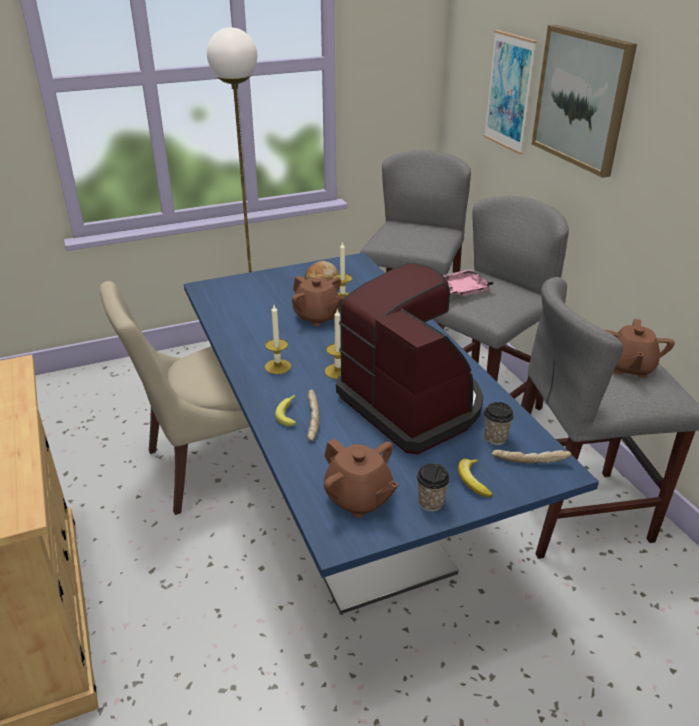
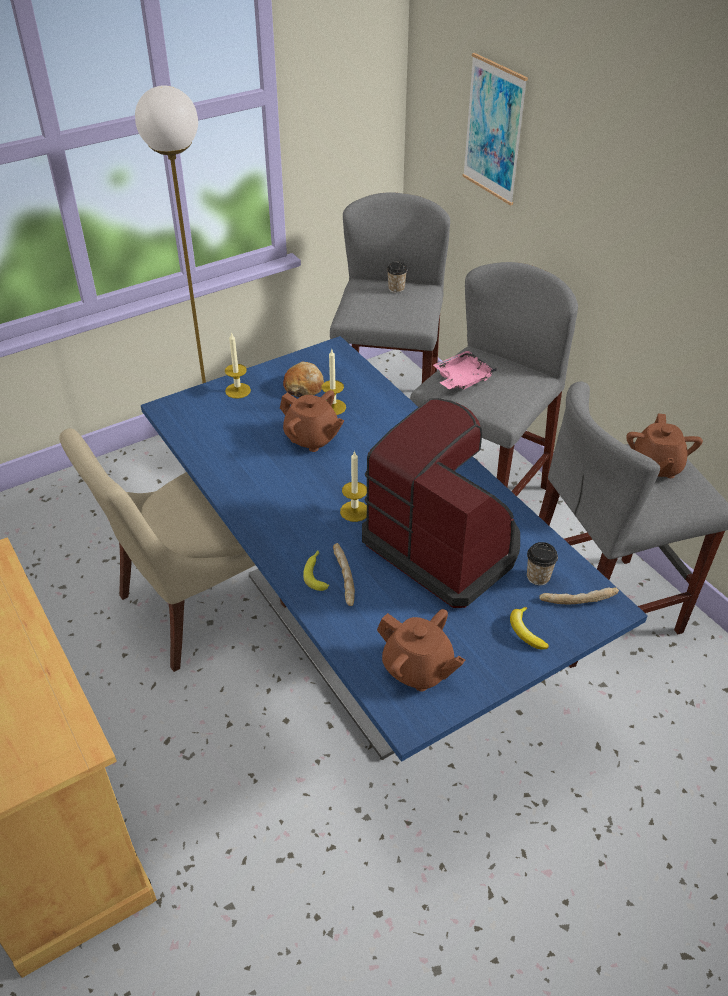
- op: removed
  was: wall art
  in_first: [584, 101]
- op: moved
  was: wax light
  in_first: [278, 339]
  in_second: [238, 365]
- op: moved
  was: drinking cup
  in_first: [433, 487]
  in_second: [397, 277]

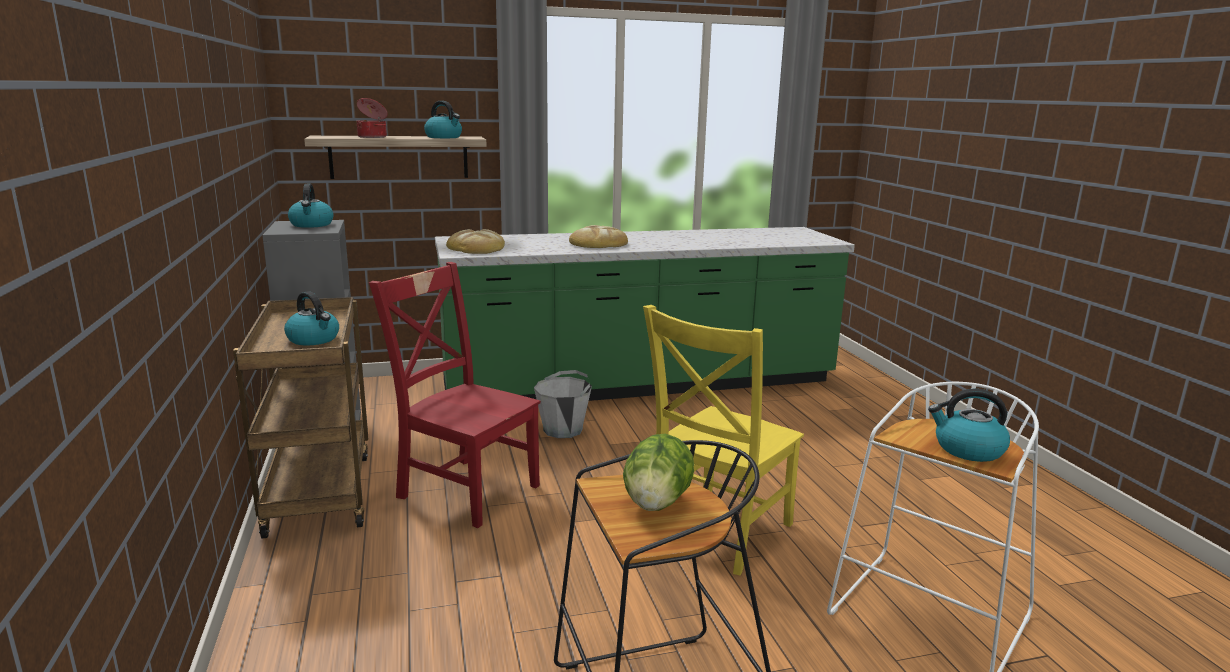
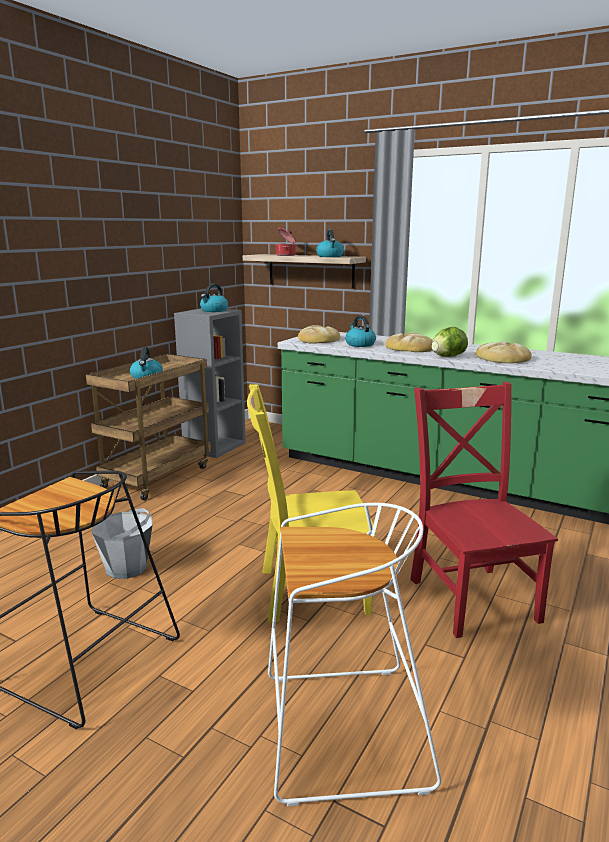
- op: added
  now: baked bread
  in_second: [503, 352]
- op: moved
  was: upright chair (red-coloured)
  in_first: [455, 395]
  in_second: [484, 510]
- op: moved
  was: pail (gray)
  in_first: [563, 404]
  in_second: [122, 543]
- op: moved
  was: head of lettuce
  in_first: [658, 472]
  in_second: [450, 342]
- op: moved
  was: water kettle
  in_first: [969, 425]
  in_second: [360, 331]

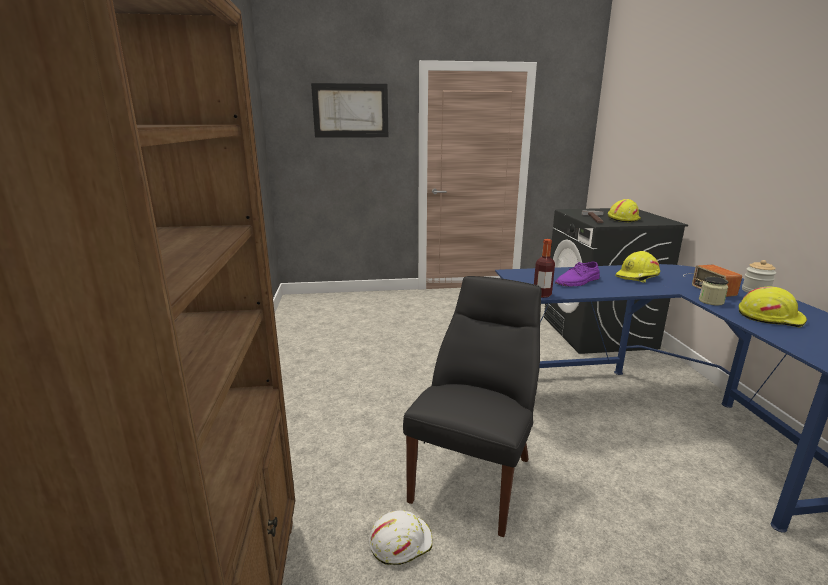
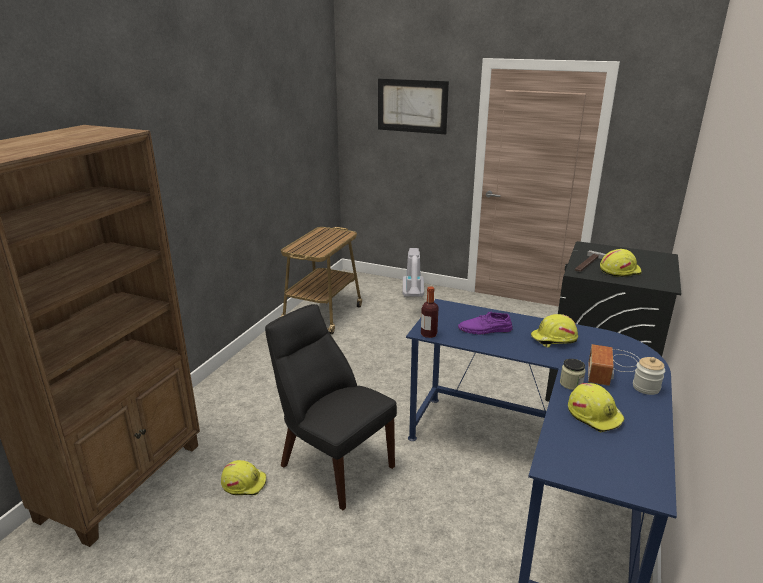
- op: added
  now: cart
  in_second: [321, 280]
- op: added
  now: vacuum
  in_second: [413, 272]
- op: recoloured
  was: hard hat (white)
  now: hard hat (yellow-coloured)
  in_first: [400, 537]
  in_second: [243, 477]
- op: turned
  was: upright chair (black)
  in_first: [472, 406]
  in_second: [331, 407]
  clockwise: -105

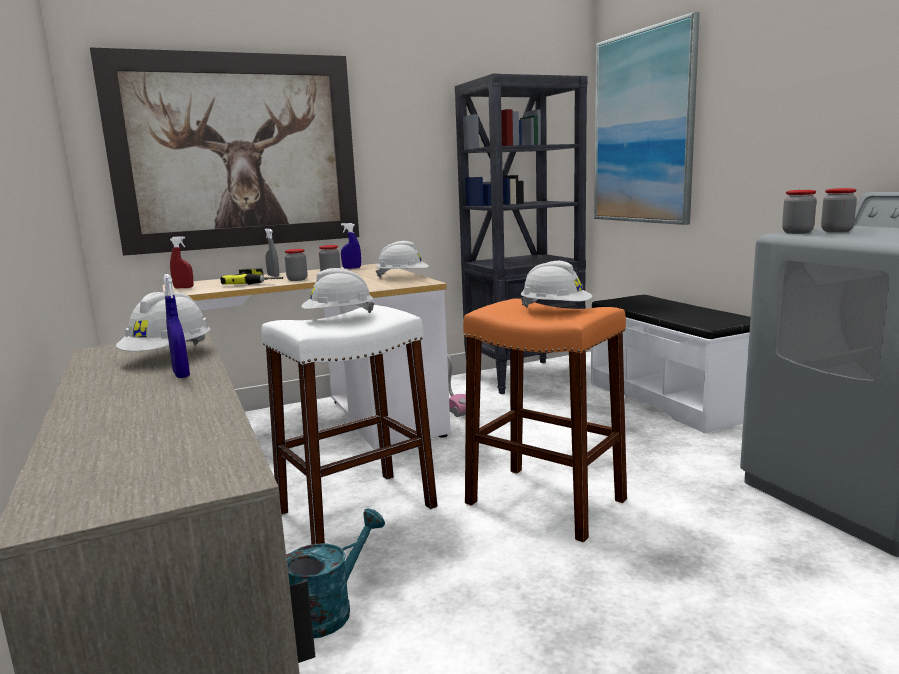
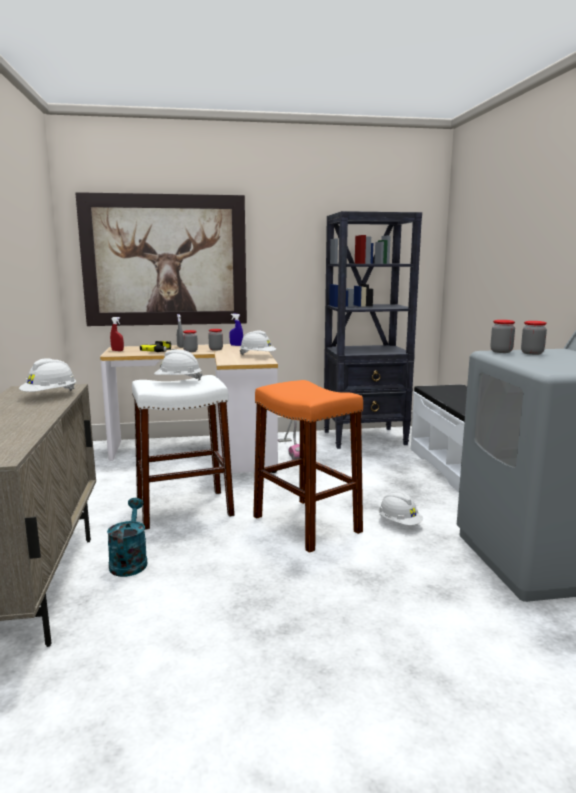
- op: removed
  was: sprayer (blue)
  in_first: [176, 326]
- op: removed
  was: wall art
  in_first: [647, 118]
- op: moved
  was: hard hat (white)
  in_first: [556, 284]
  in_second: [400, 508]
- op: turned
  was: sprinkling can (blue-green)
  in_first: [335, 573]
  in_second: [127, 537]
  clockwise: -60

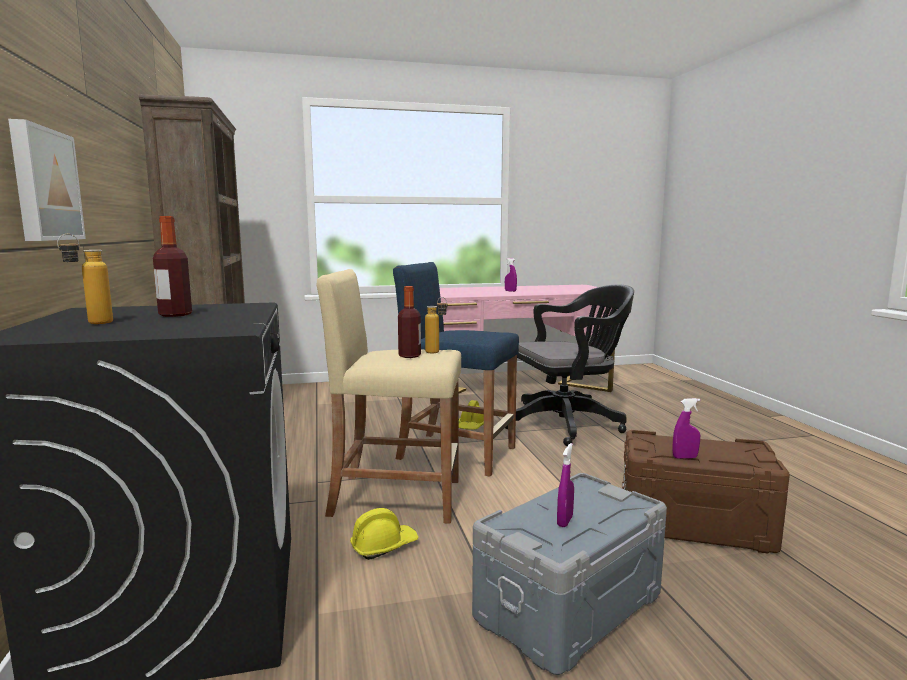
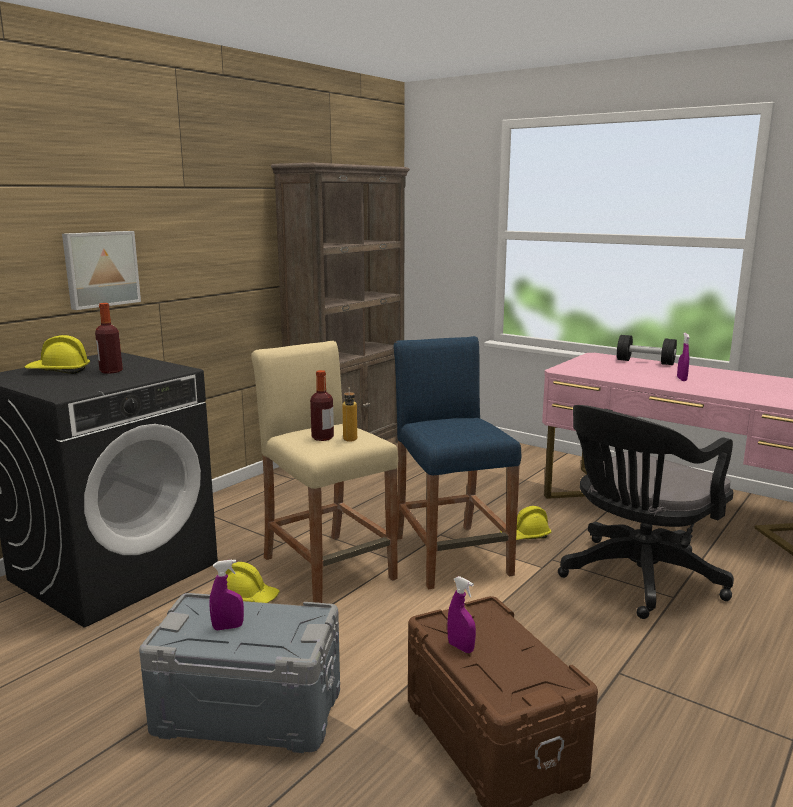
- op: added
  now: dumbbell (black)
  in_second: [647, 350]
- op: replaced
  was: drink bottle
  now: hard hat (yellow-coloured)
  in_first: [85, 279]
  in_second: [57, 354]
- op: turned
  was: desk chair (black)
  in_first: [569, 365]
  in_second: [646, 512]
  clockwise: 105

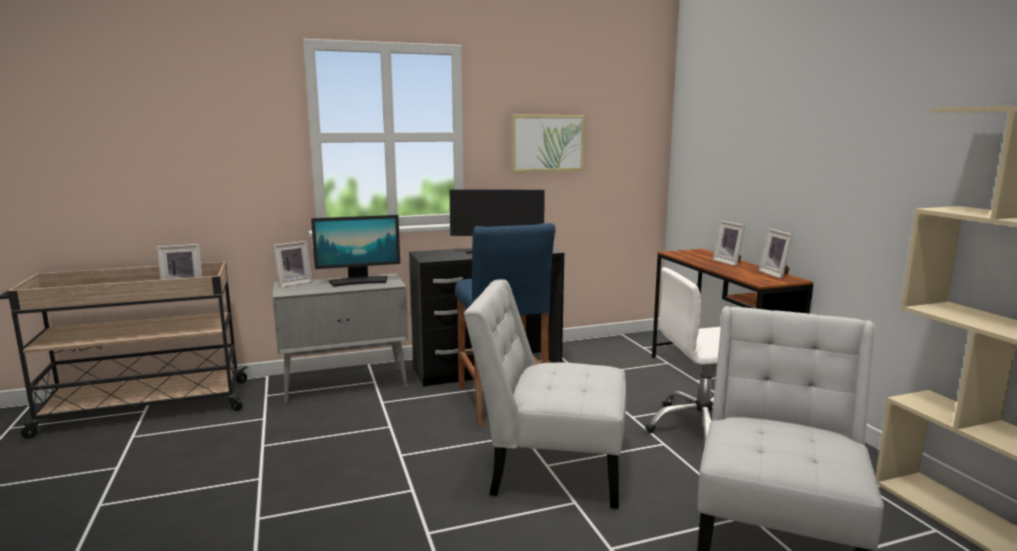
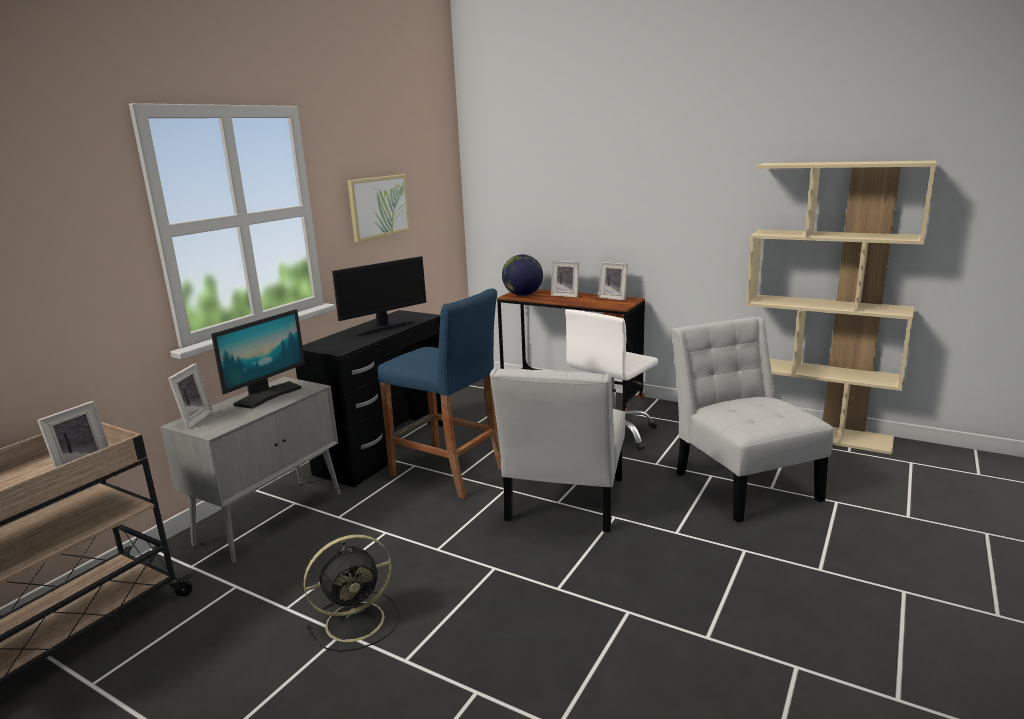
- op: added
  now: fan (black)
  in_second: [351, 593]
- op: added
  now: globe
  in_second: [522, 275]
- op: turned
  was: upright chair (white)
  in_first: [545, 394]
  in_second: [557, 450]
  clockwise: -45

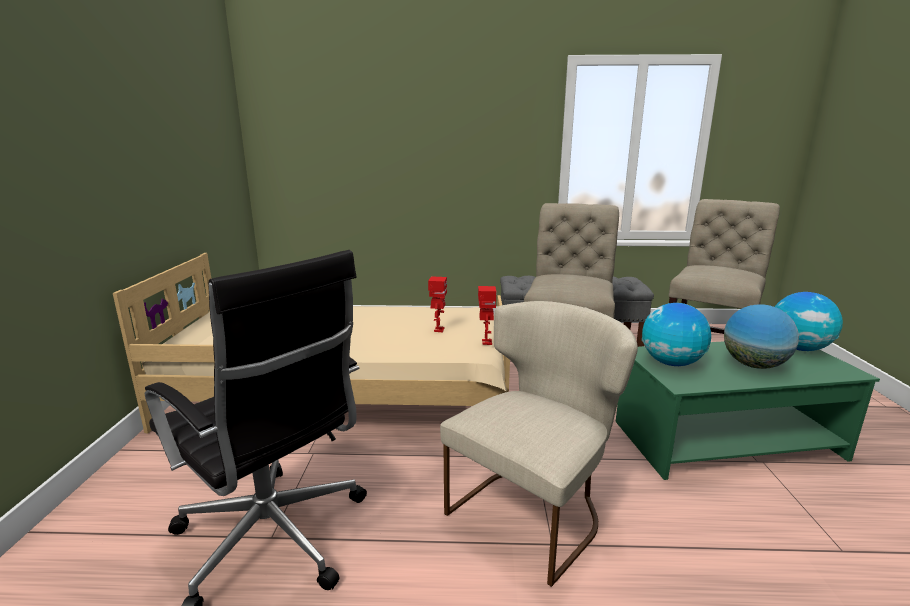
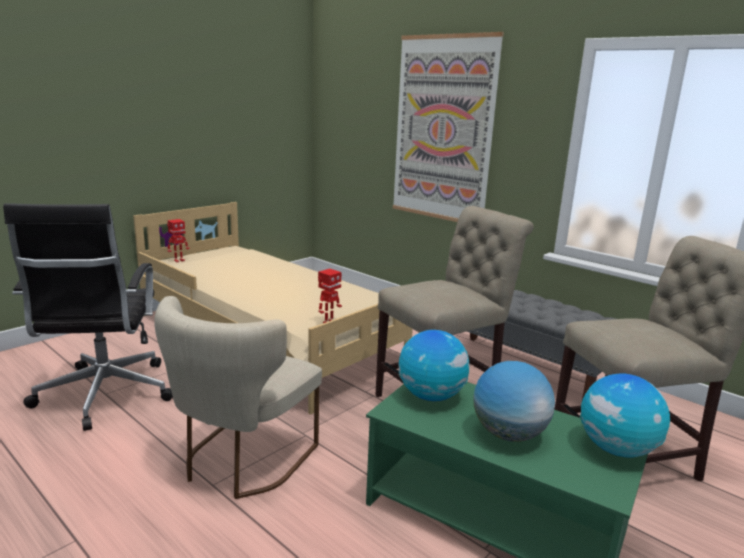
- op: added
  now: wall art
  in_second: [448, 127]
- op: moved
  was: robot figure
  in_first: [437, 304]
  in_second: [178, 240]
- op: turned
  was: upright chair (beige)
  in_first: [539, 444]
  in_second: [238, 397]
  clockwise: 120

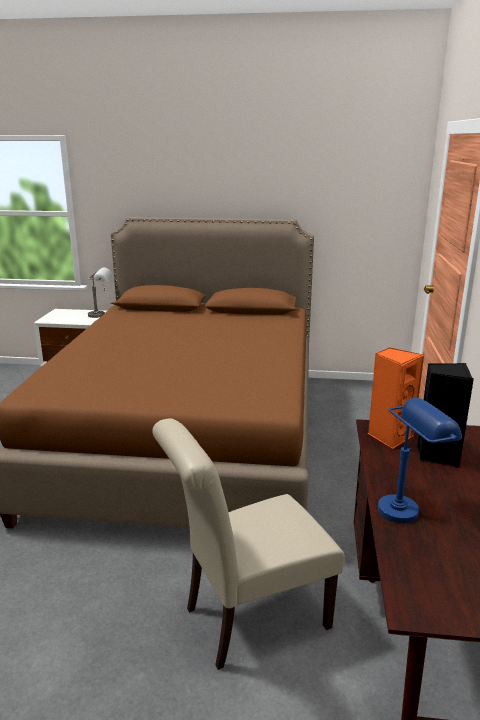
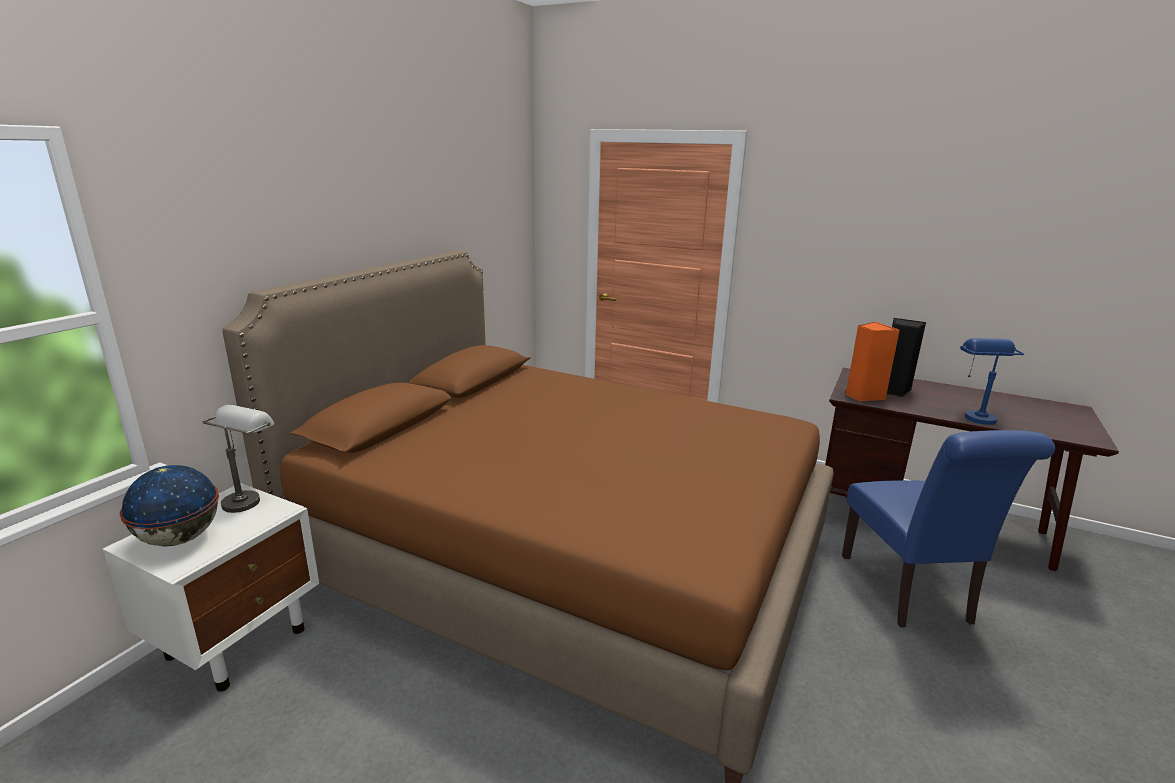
- op: added
  now: globe
  in_second: [169, 506]
- op: recoloured
  was: upright chair (beige)
  now: upright chair (blue)
  in_first: [248, 544]
  in_second: [948, 529]

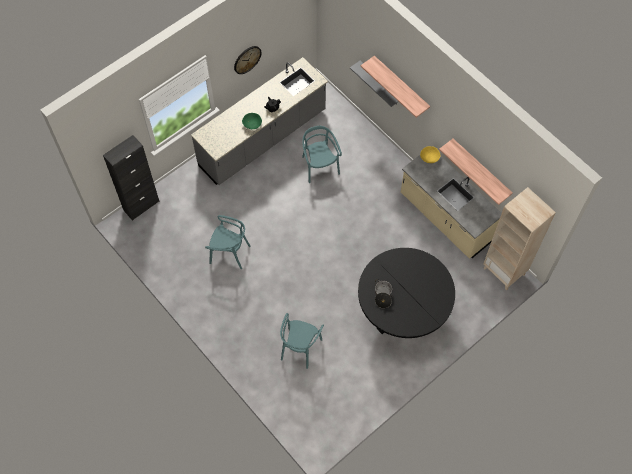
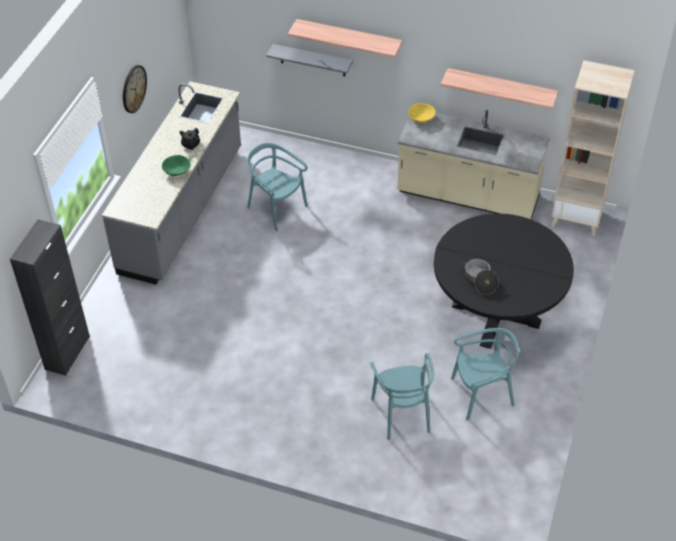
- op: moved
  was: upright chair (blue-green)
  in_first: [228, 242]
  in_second: [485, 374]

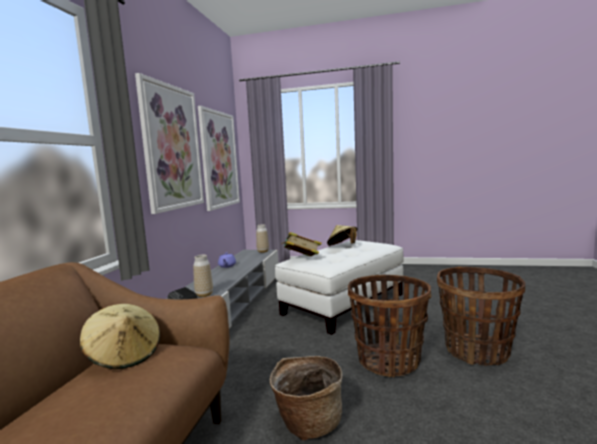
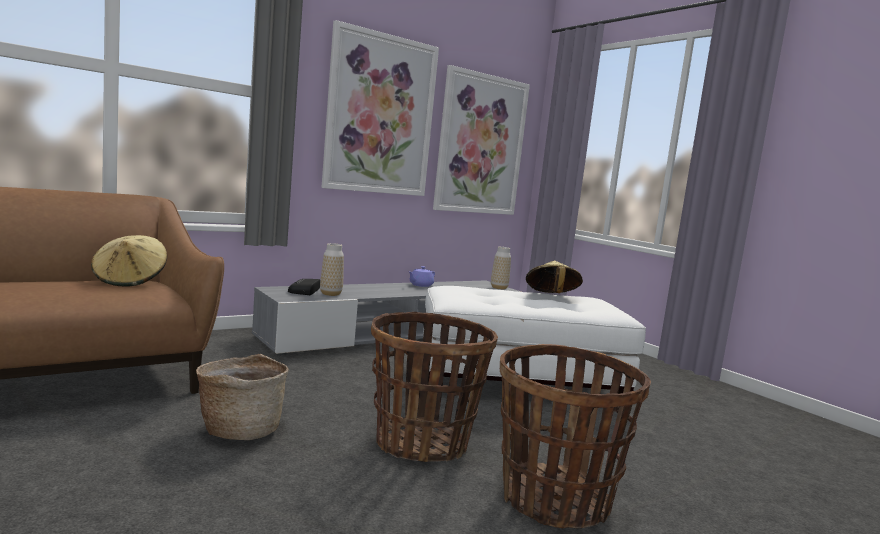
- op: removed
  was: book
  in_first: [302, 244]

